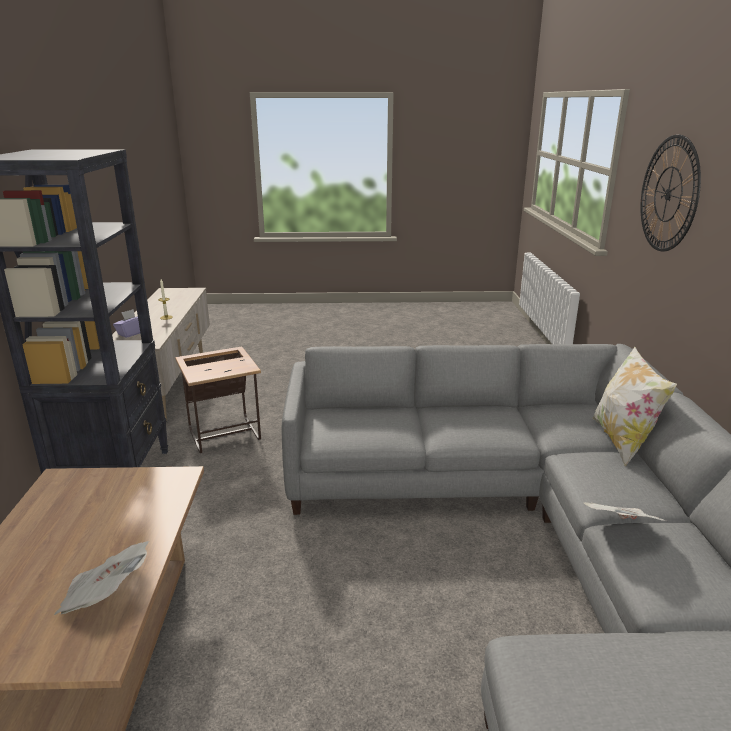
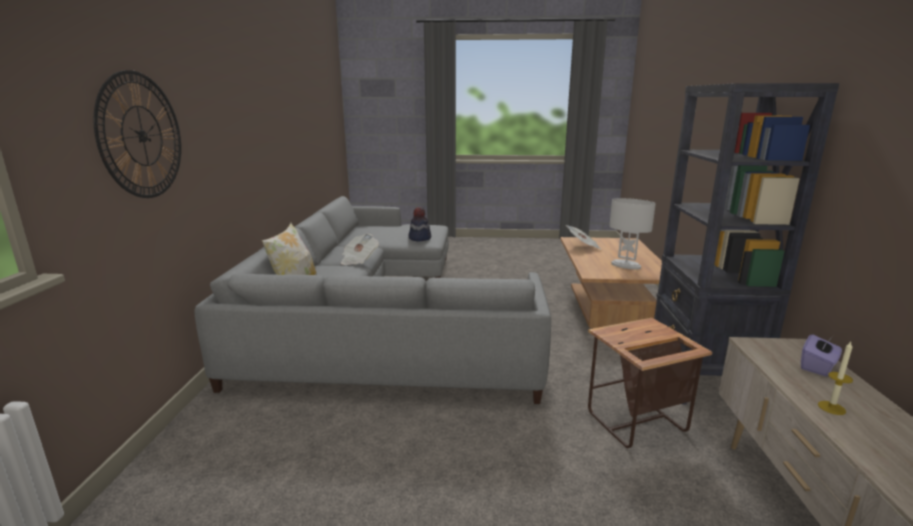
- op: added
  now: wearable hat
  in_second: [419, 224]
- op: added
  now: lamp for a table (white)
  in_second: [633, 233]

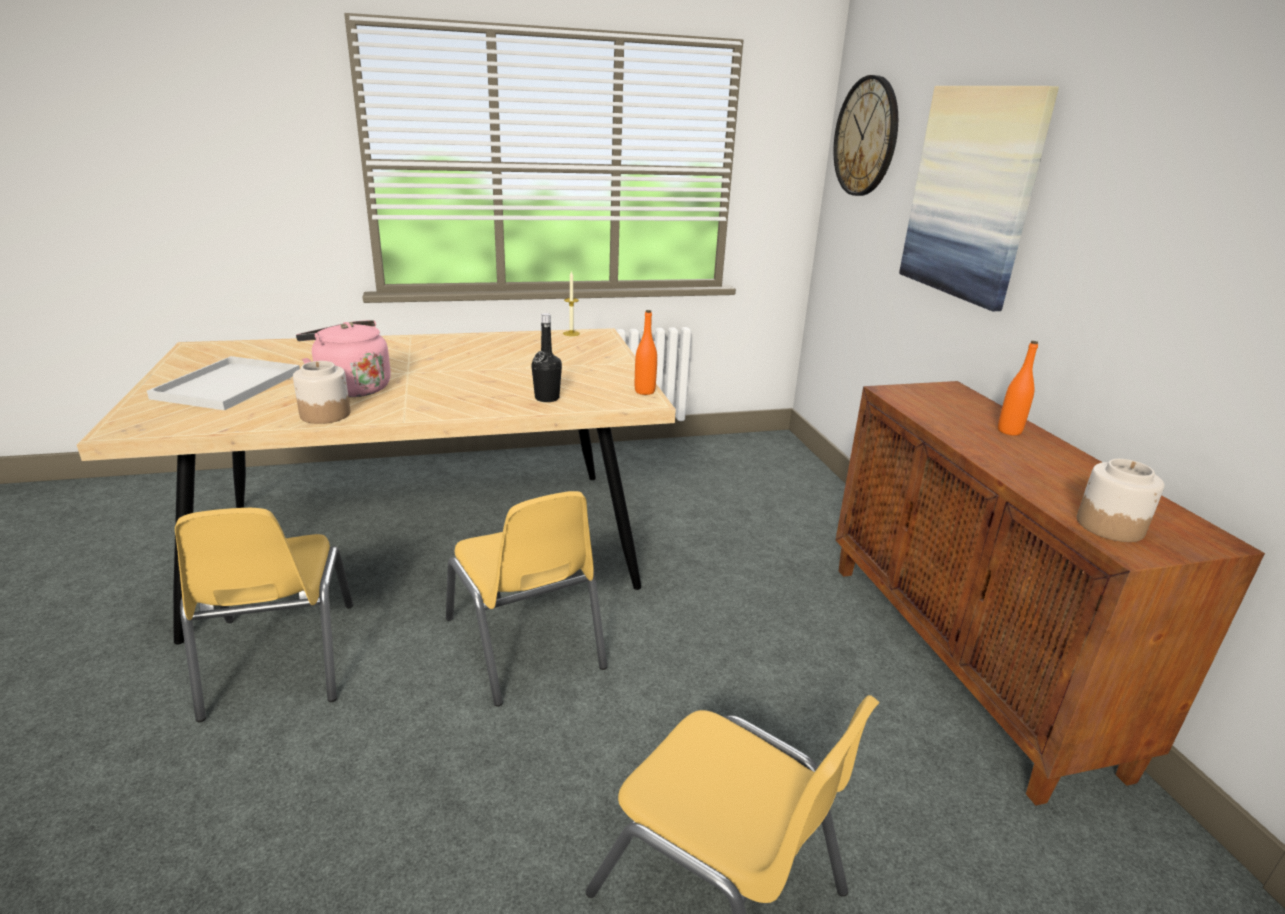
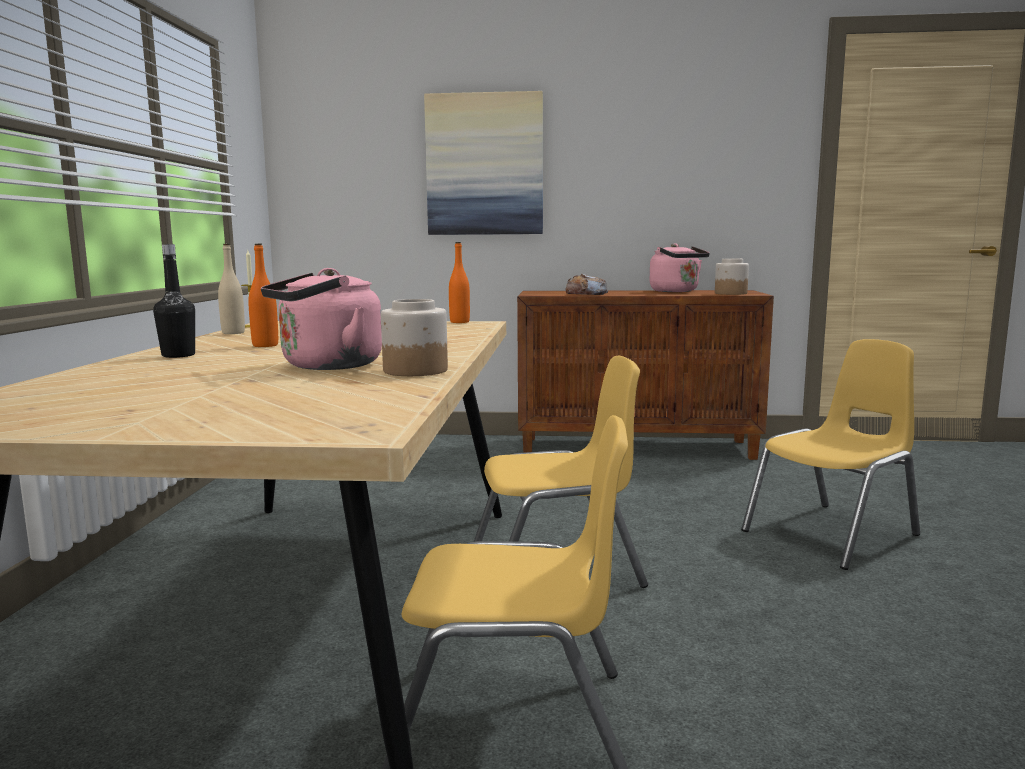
- op: removed
  was: serving tray (white)
  in_first: [223, 383]
- op: removed
  was: clock on the wall
  in_first: [865, 135]
- op: added
  now: drink bottle (beige)
  in_second: [231, 289]
- op: added
  now: baked bread
  in_second: [586, 284]
- op: added
  now: water kettle (pinkish)
  in_second: [680, 267]
- op: moved
  was: drink bottle (black)
  in_first: [546, 357]
  in_second: [174, 301]
- op: moved
  was: drink bottle (orangey)
  in_first: [1018, 388]
  in_second: [263, 295]

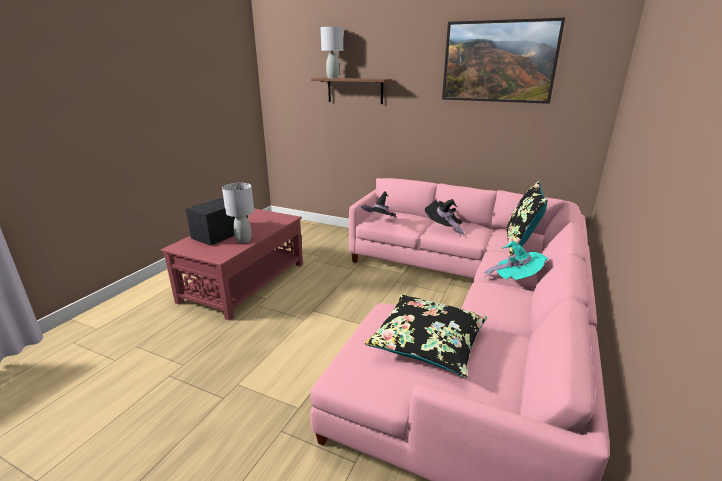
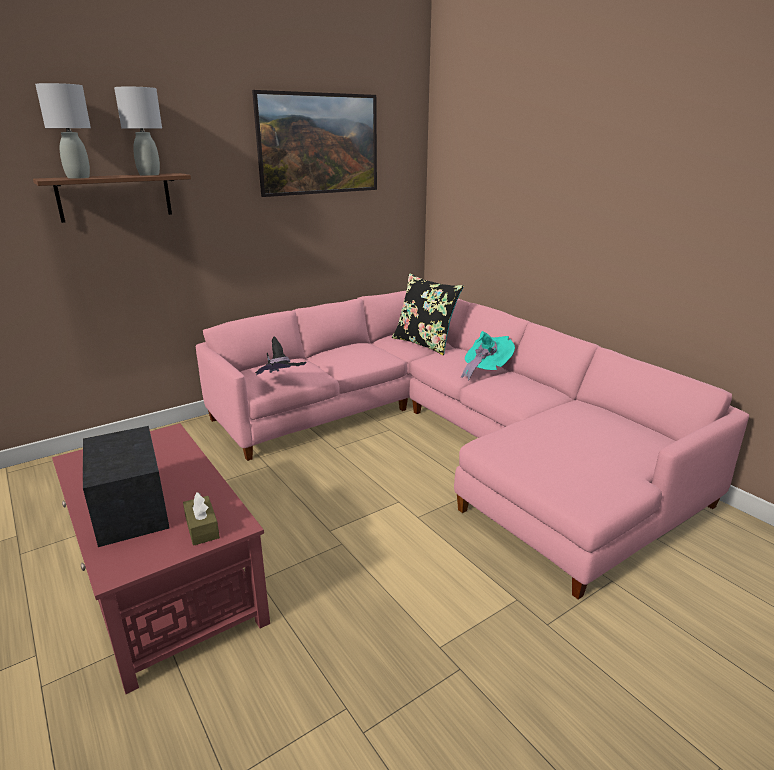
- op: removed
  was: pillow (black)
  in_first: [426, 336]
- op: removed
  was: wearable hat (black)
  in_first: [445, 218]
- op: added
  now: tissue holder (brown)
  in_second: [201, 519]
- op: moved
  was: lamp for a table (gray)
  in_first: [238, 213]
  in_second: [138, 131]

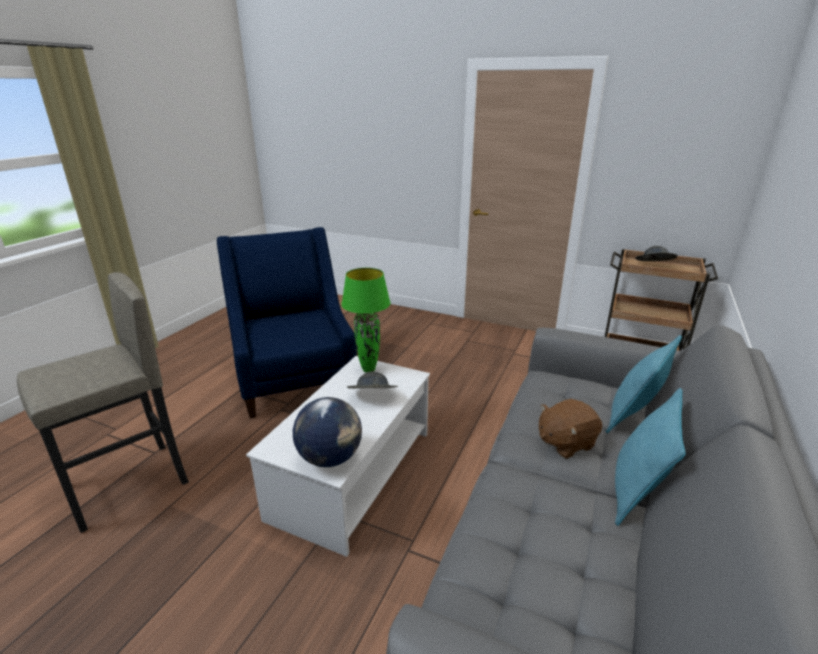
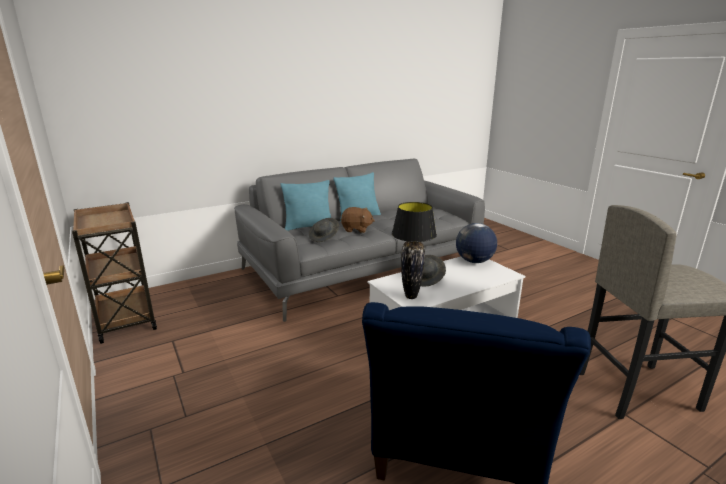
- op: moved
  was: wearable hat (gray)
  in_first: [656, 253]
  in_second: [324, 230]
- op: recoloured
  was: lamp for a table (greenish)
  now: lamp for a table (black)
  in_first: [366, 320]
  in_second: [414, 250]

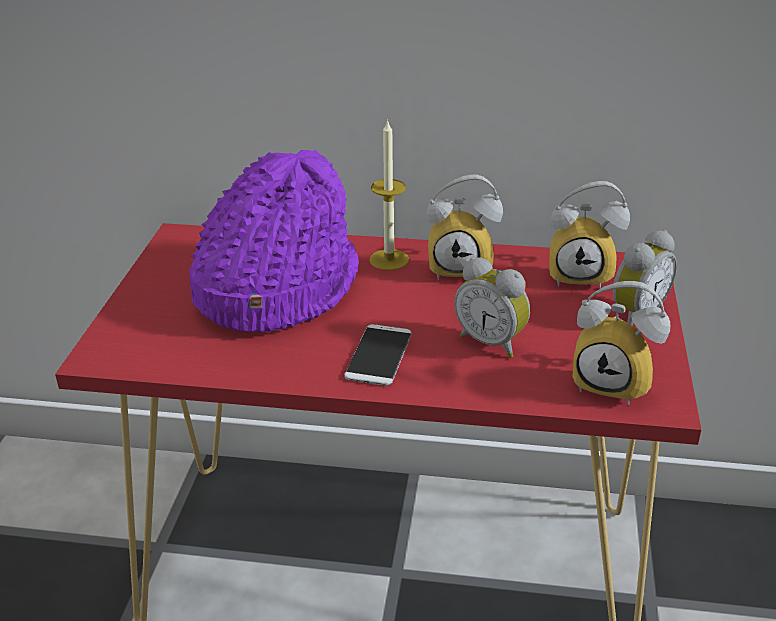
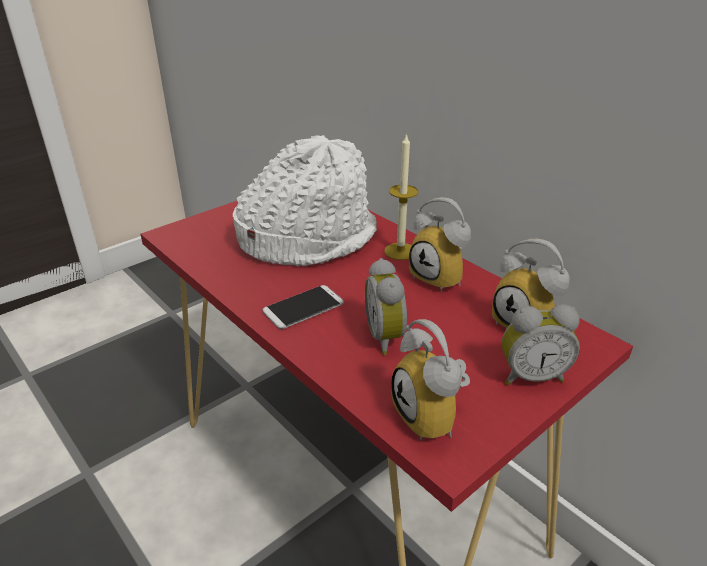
- op: recoloured
  was: wearable hat (purplish)
  now: wearable hat (white)
  in_first: [274, 241]
  in_second: [305, 201]

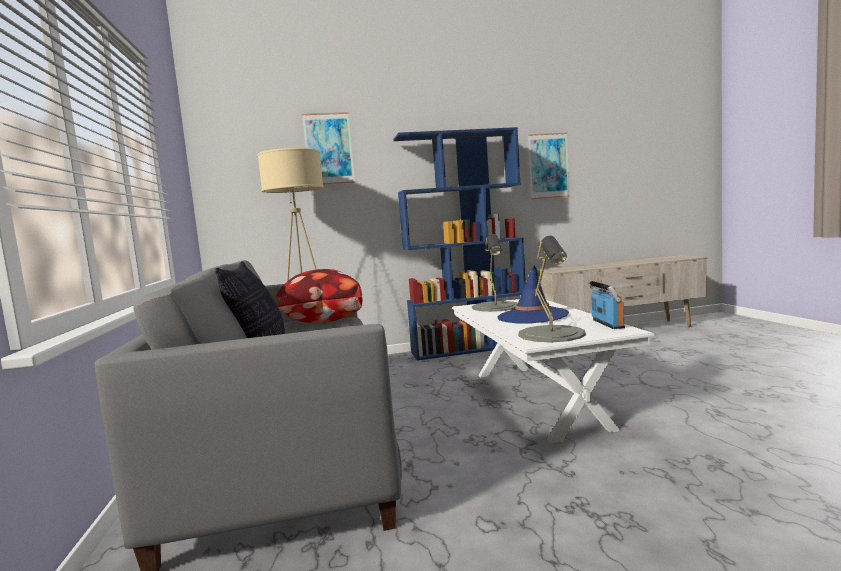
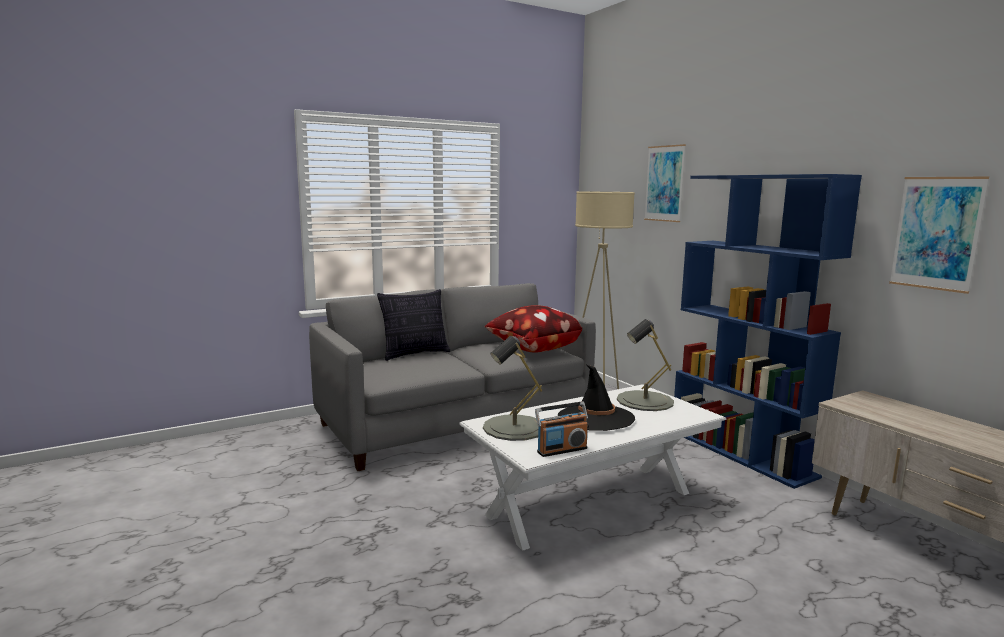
- op: recoloured
  was: wearable hat (blue)
  now: wearable hat (black)
  in_first: [533, 295]
  in_second: [596, 398]

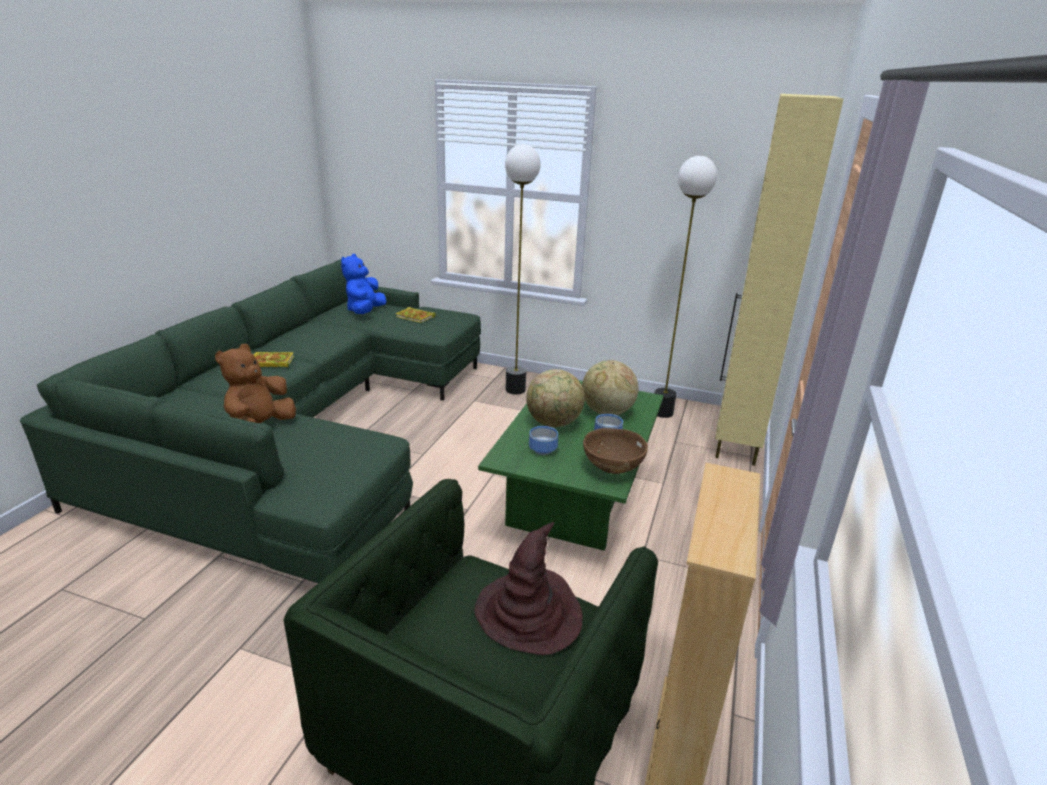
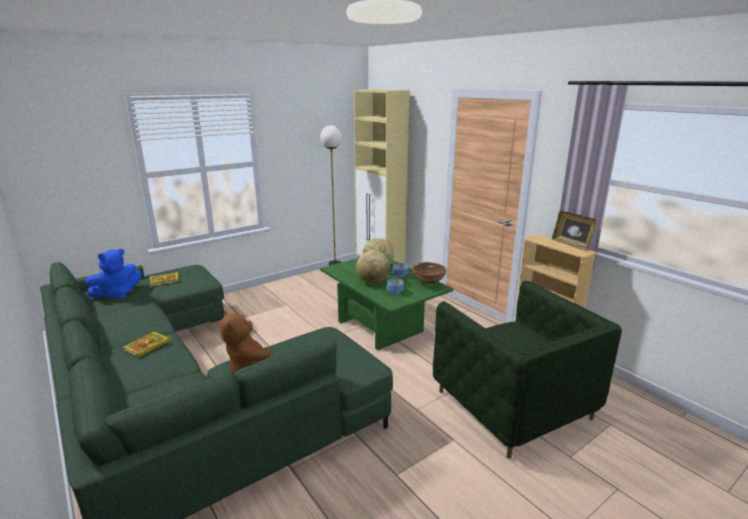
- op: removed
  was: wearable hat (brown)
  in_first: [529, 588]
- op: removed
  was: standard lamp
  in_first: [523, 269]
- op: added
  now: standing frame
  in_second: [574, 231]
- op: turned
  was: cuddly toy (blue)
  in_first: [363, 284]
  in_second: [113, 274]
  clockwise: -90

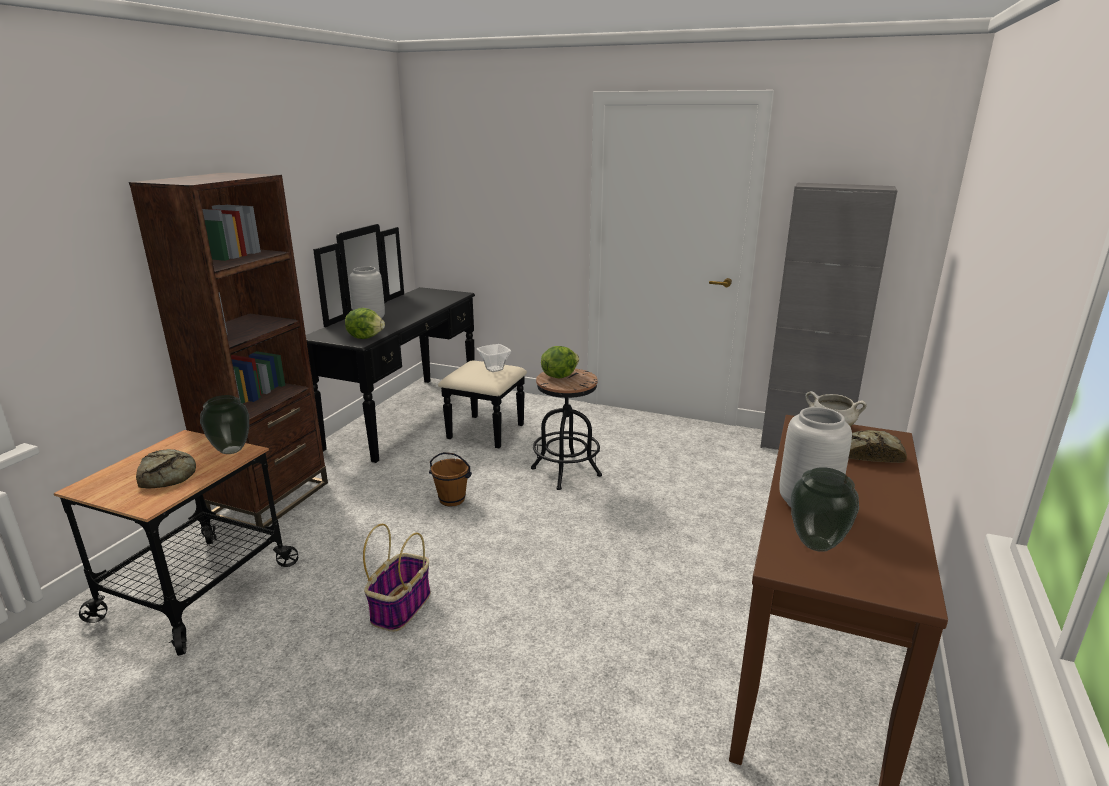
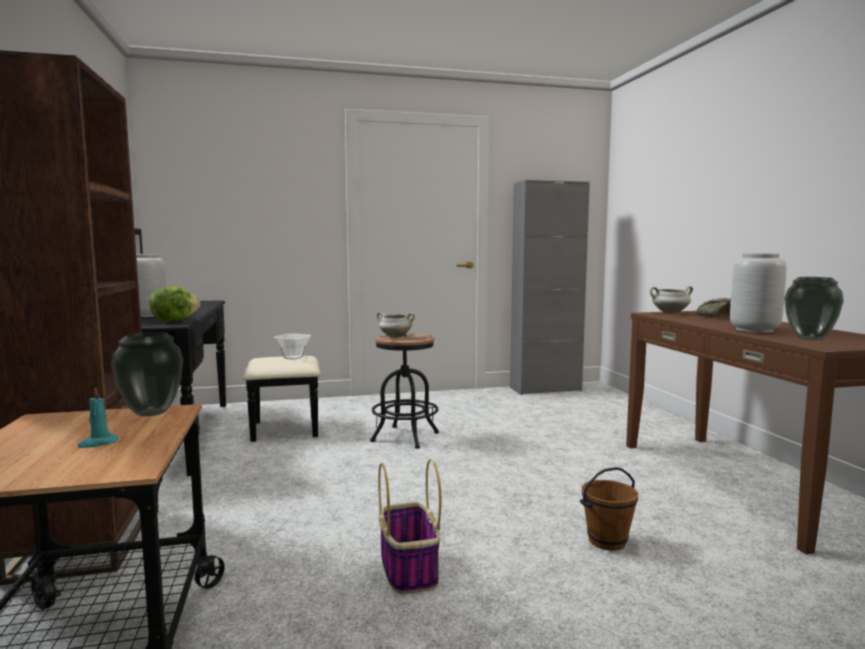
- op: moved
  was: pail (brown)
  in_first: [450, 479]
  in_second: [609, 509]
- op: replaced
  was: baked bread
  now: wax light (blue-green)
  in_first: [166, 468]
  in_second: [97, 417]
- op: replaced
  was: head of lettuce
  now: cooking pot (white)
  in_first: [560, 362]
  in_second: [396, 325]

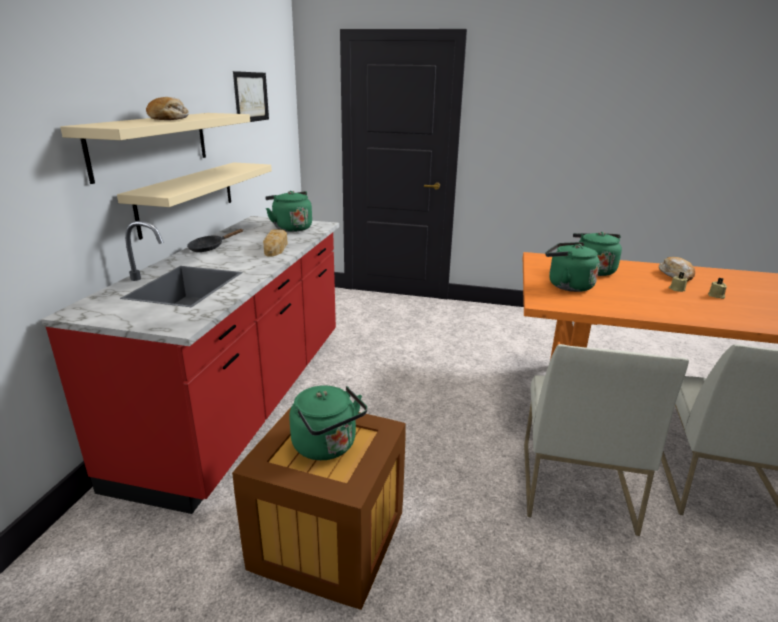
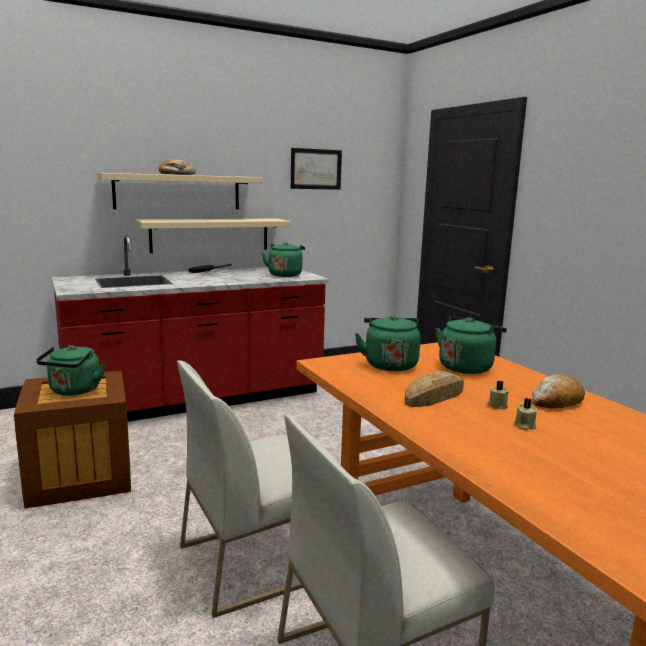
- op: moved
  was: baked bread
  in_first: [275, 243]
  in_second: [434, 389]

